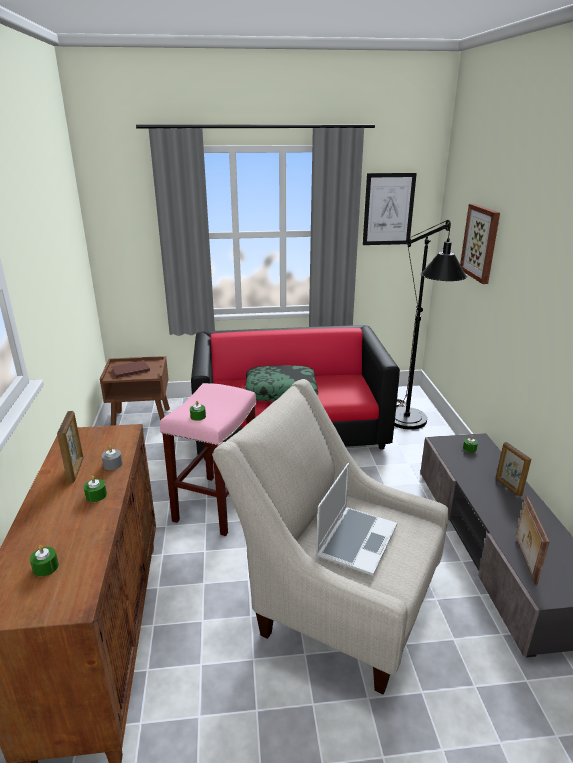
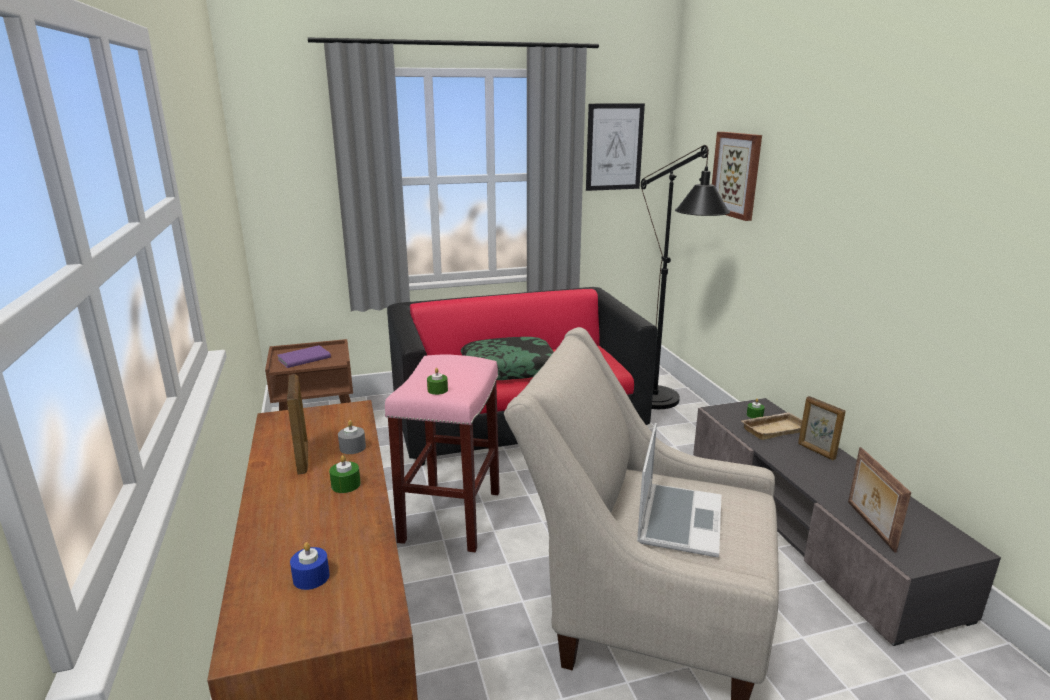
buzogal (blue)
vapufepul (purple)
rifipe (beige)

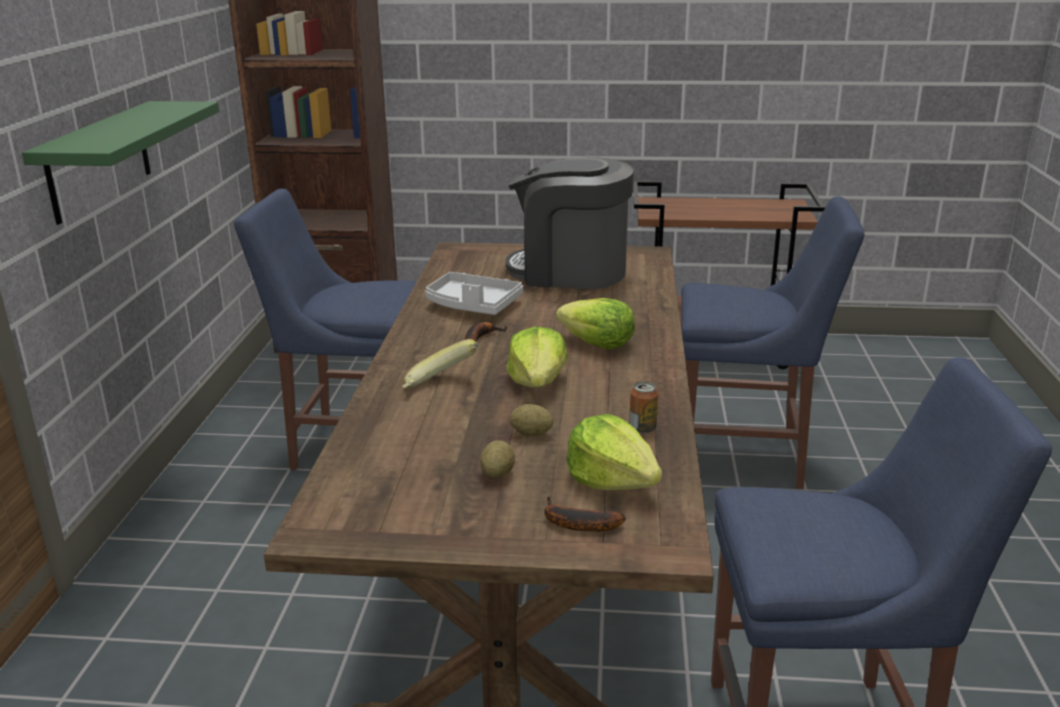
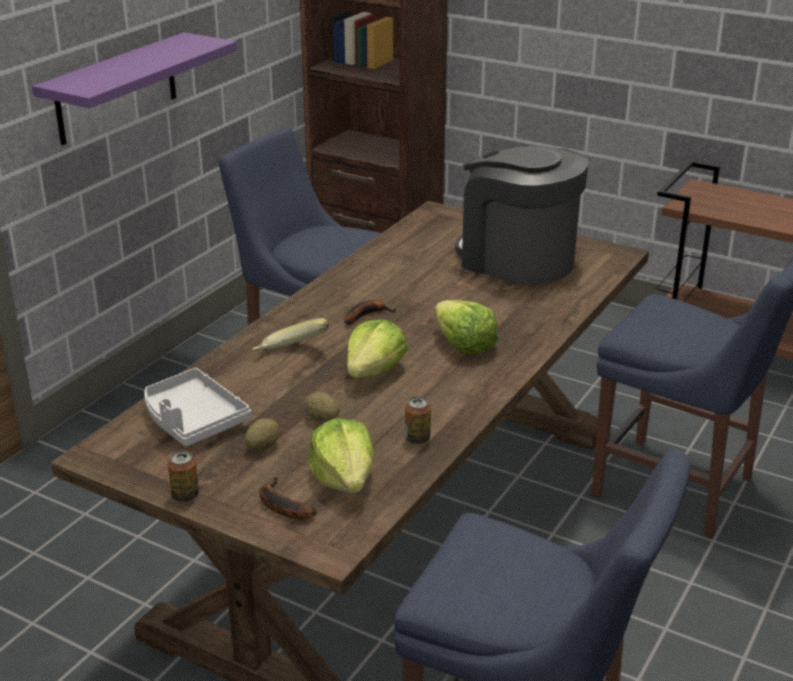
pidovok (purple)
rifipe (grey)
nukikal (no. 1 from left)

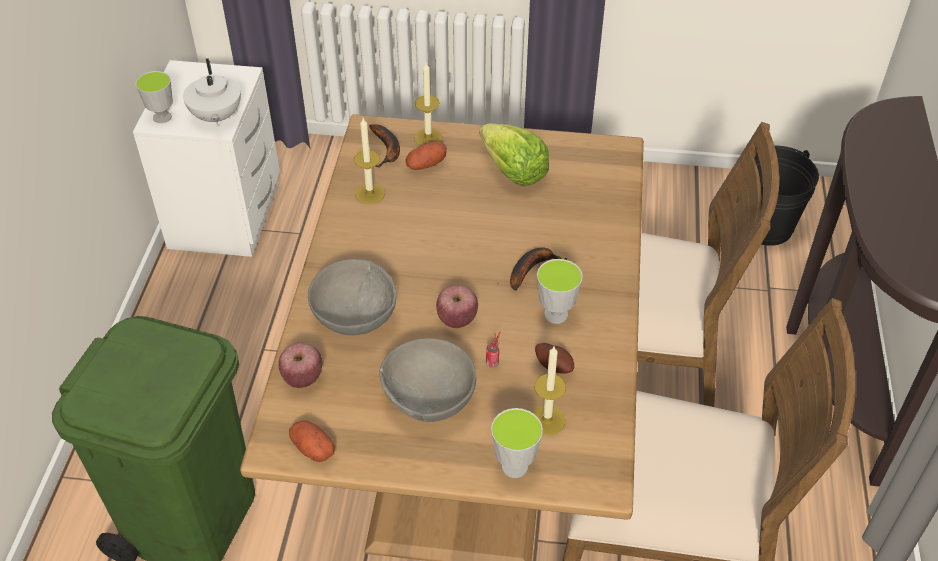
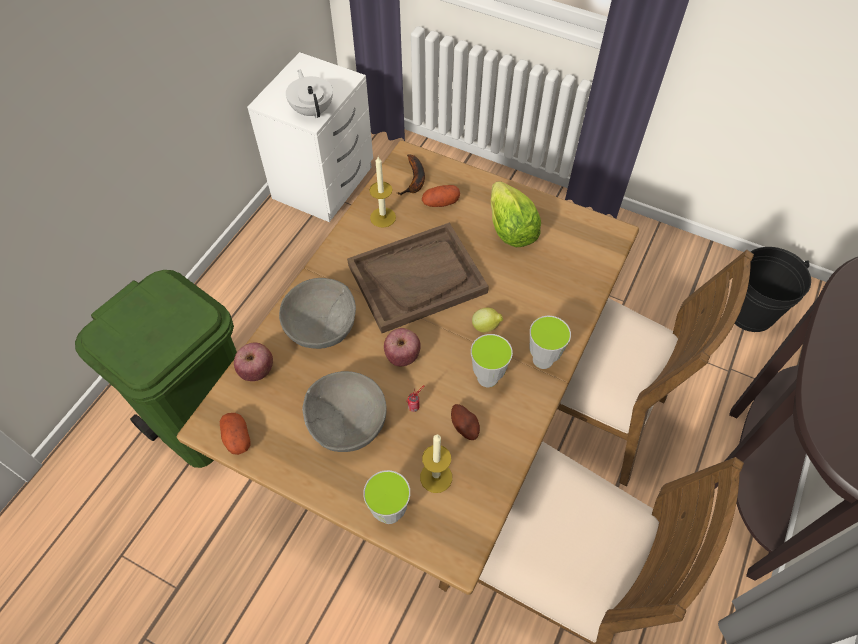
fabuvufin (no. 3 from left)
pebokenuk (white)
buzogal (no. 2 from left in the first image)
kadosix
rifipe (brown)

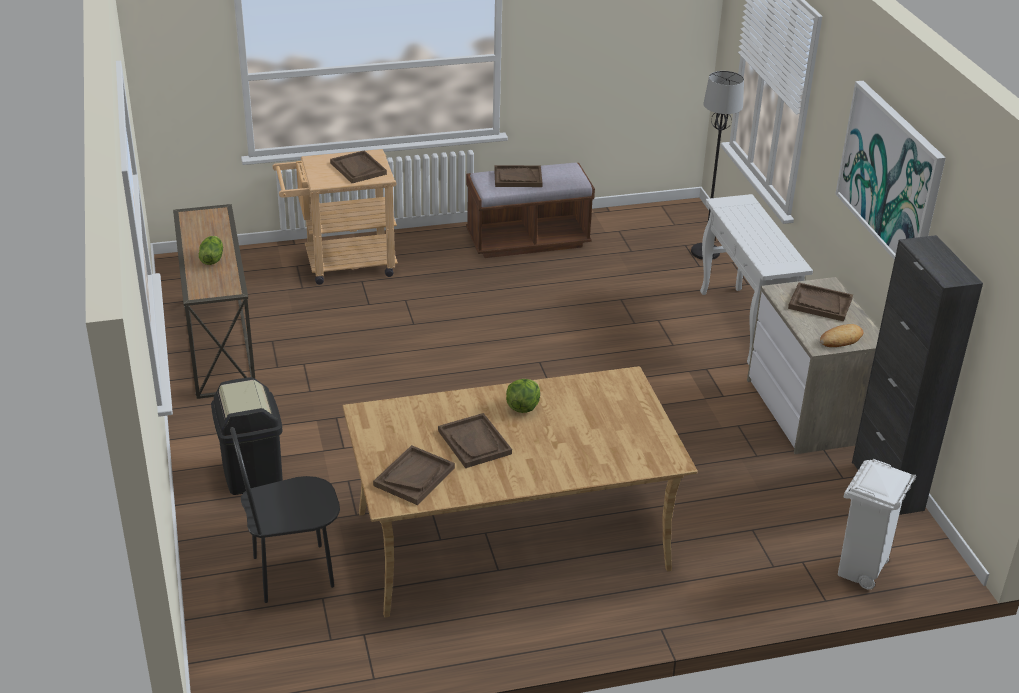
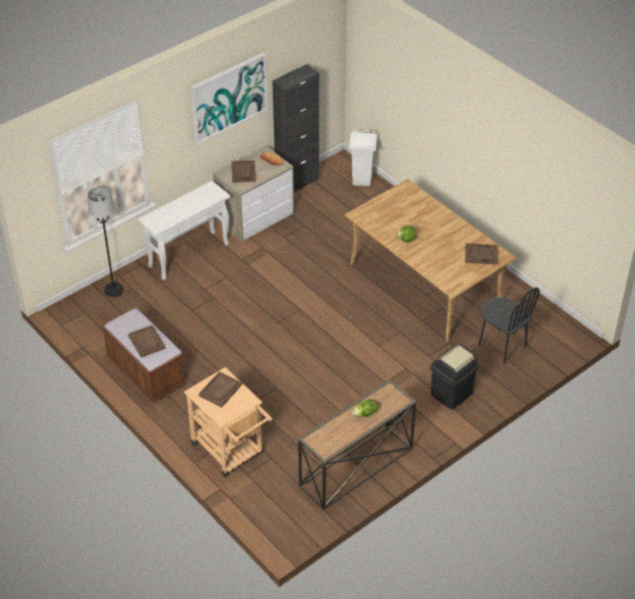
rifipe (brown) (no. 3 from left in the first image)

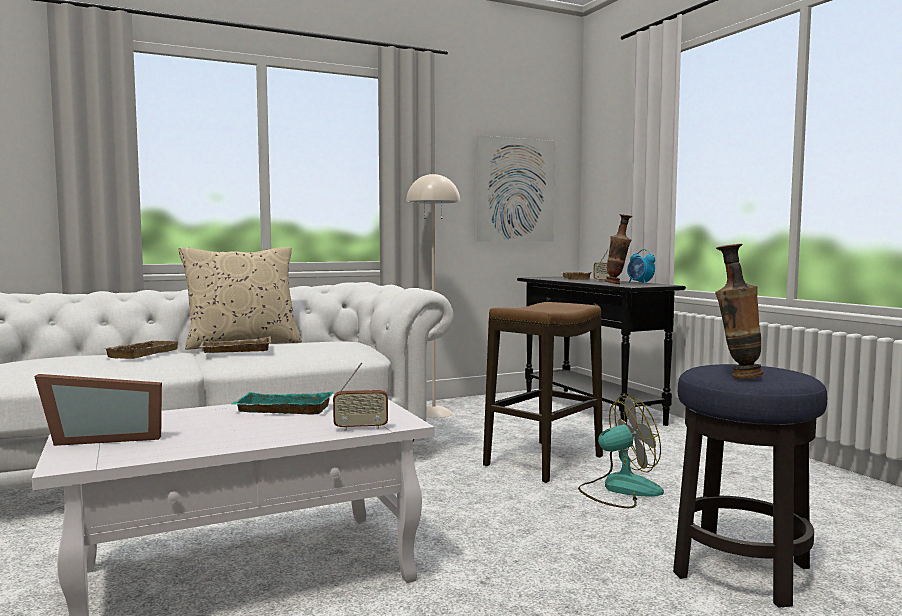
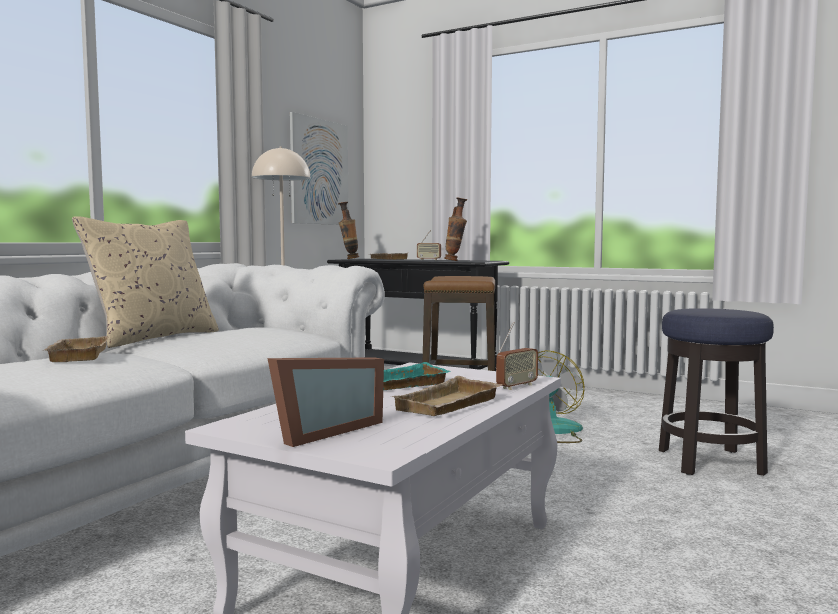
rifipe (beige) (no. 3 from left)
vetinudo
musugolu (no. 1 from left)

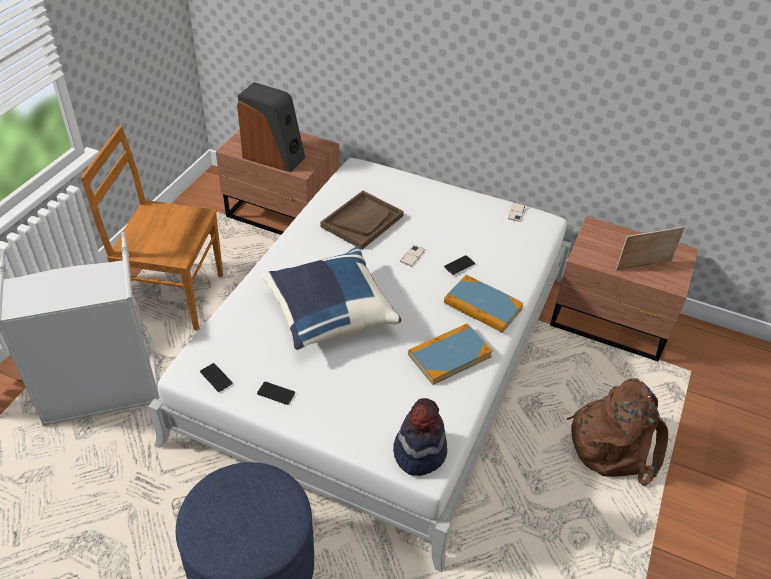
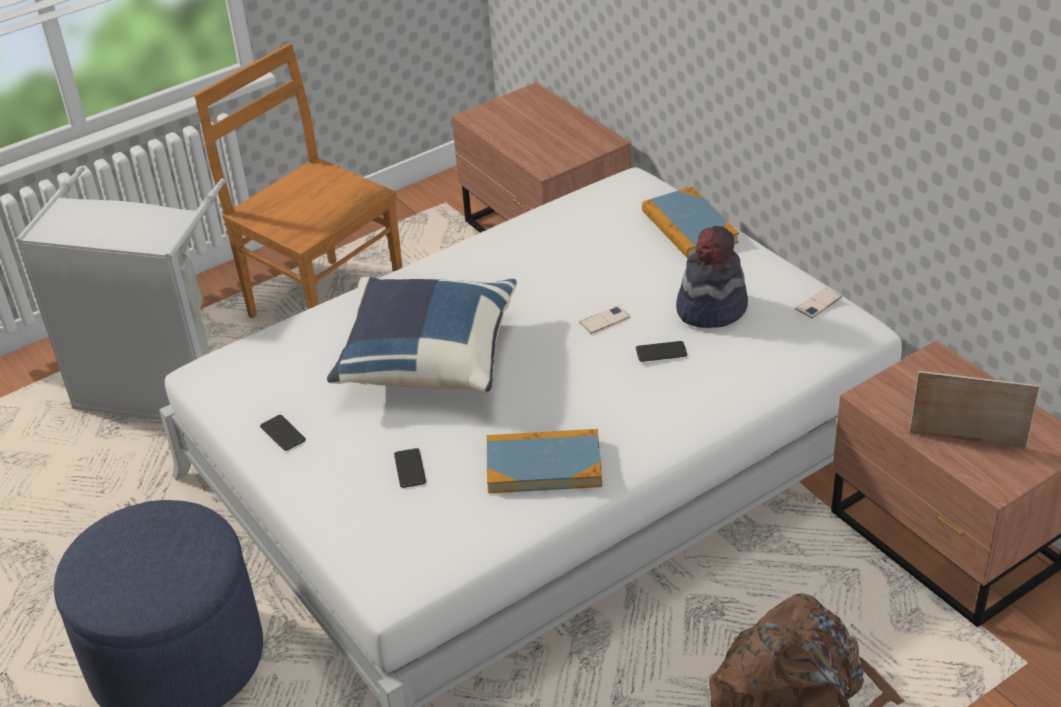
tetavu (no. 2 from left)
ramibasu
rifipe (brown)
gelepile
vapufepul (no. 2 from left)

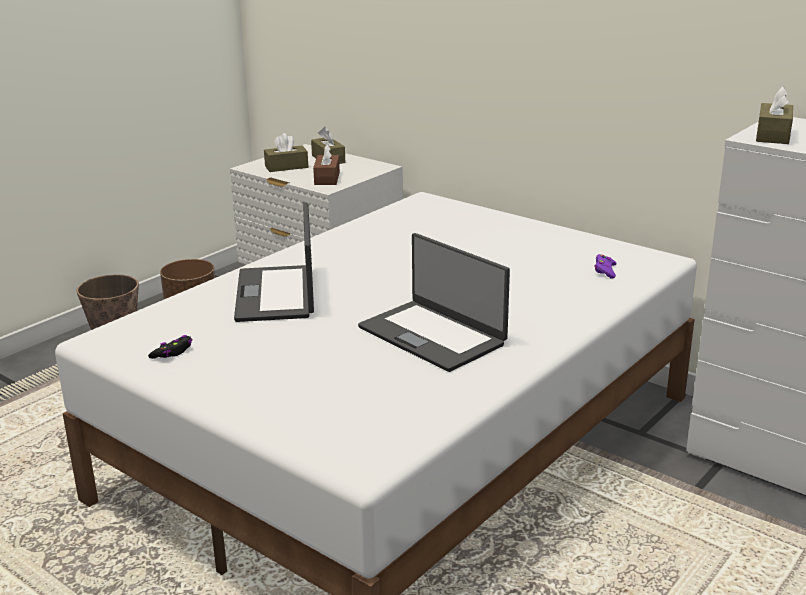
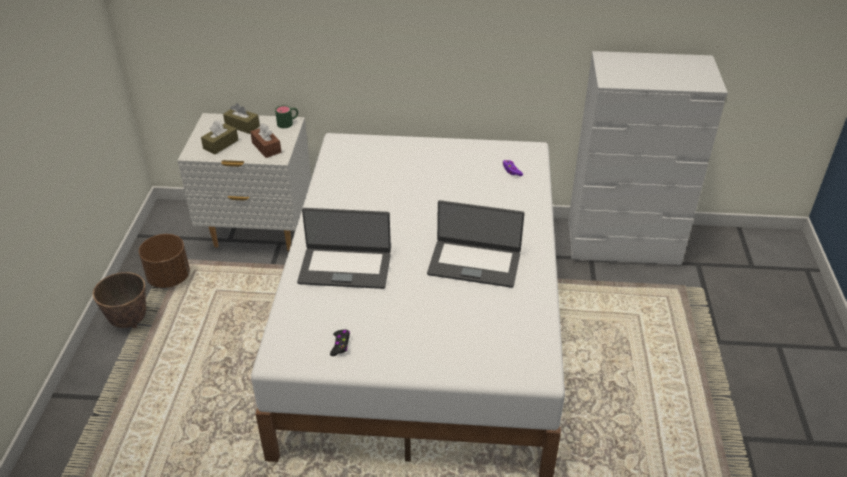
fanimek (no. 1 from left)
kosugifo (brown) (no. 4 from left in the first image)
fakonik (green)

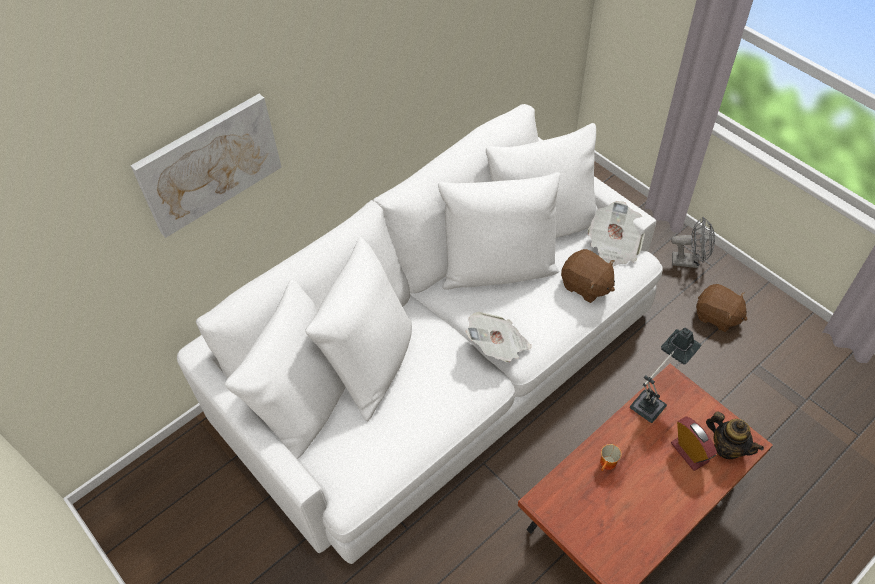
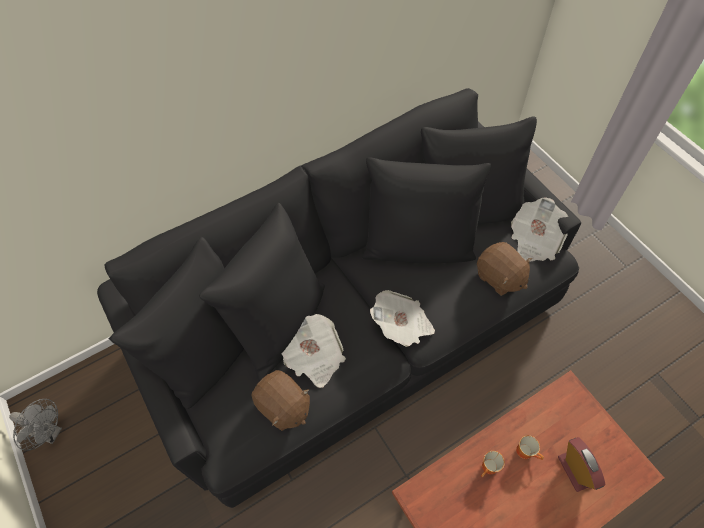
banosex
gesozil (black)
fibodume
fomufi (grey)
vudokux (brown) (no. 1 from left)
pebokenuk
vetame (no. 1 from left)
fakonik (no. 2 from left)

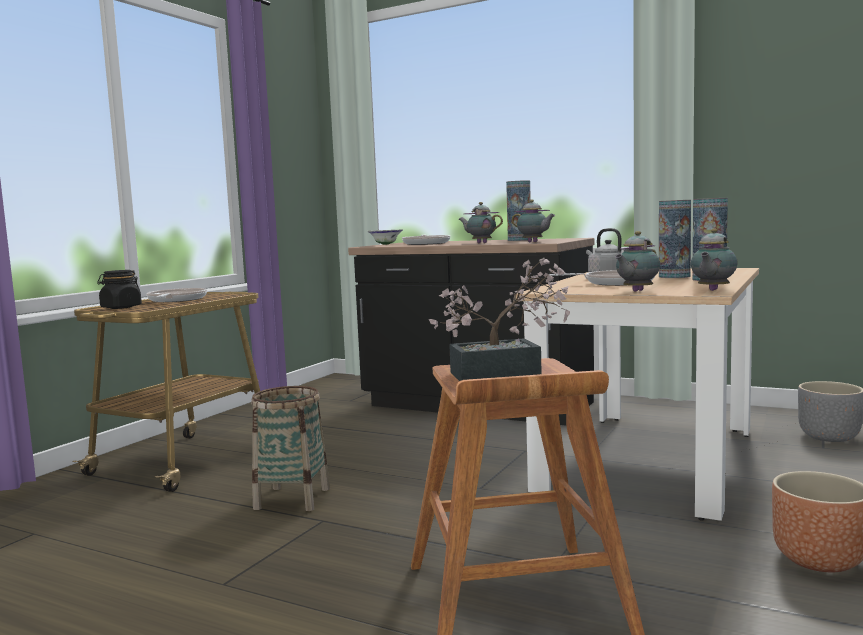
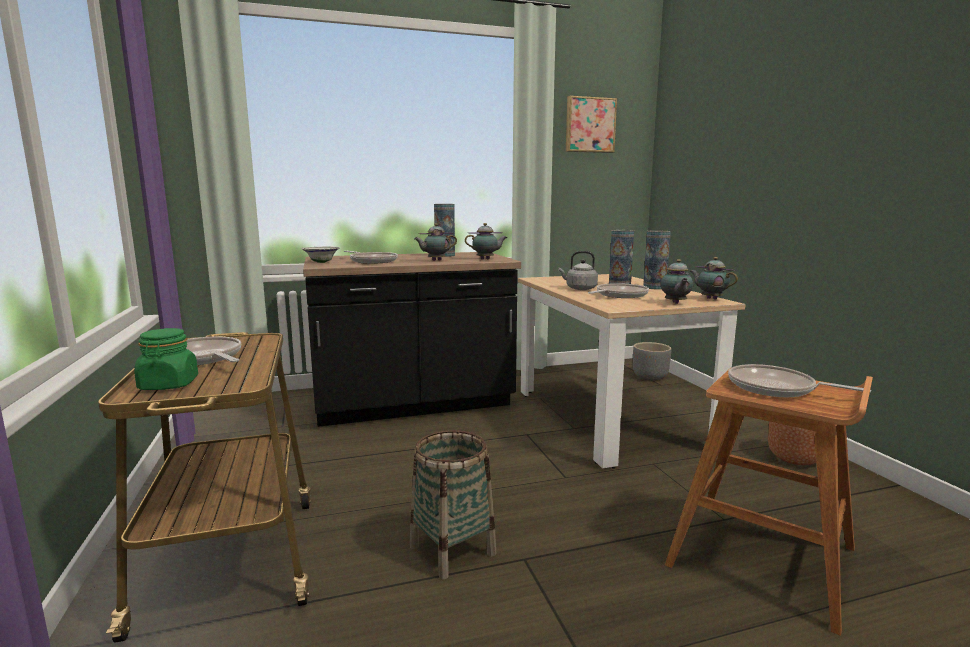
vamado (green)
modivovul (no. 4 from left)
pebokenuk (no. 4 from left)
banosex

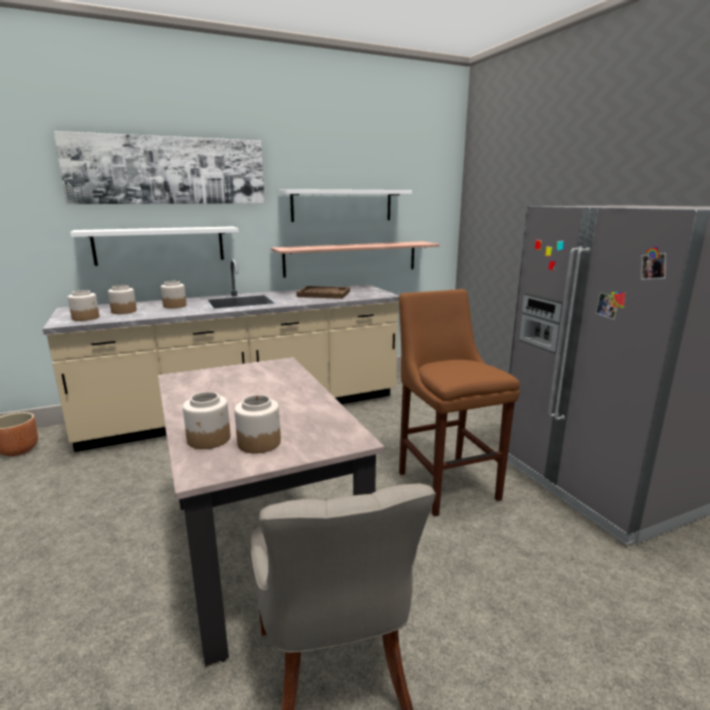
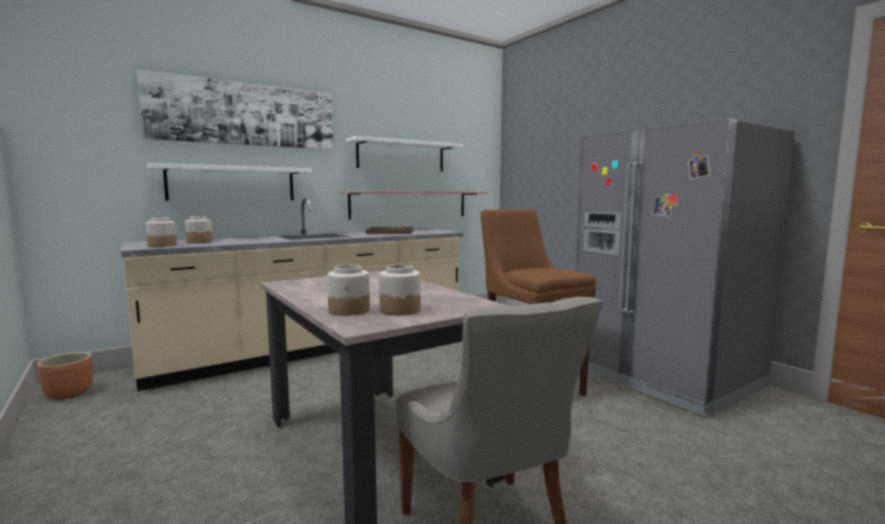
vamado (no. 3 from left in the first image)

